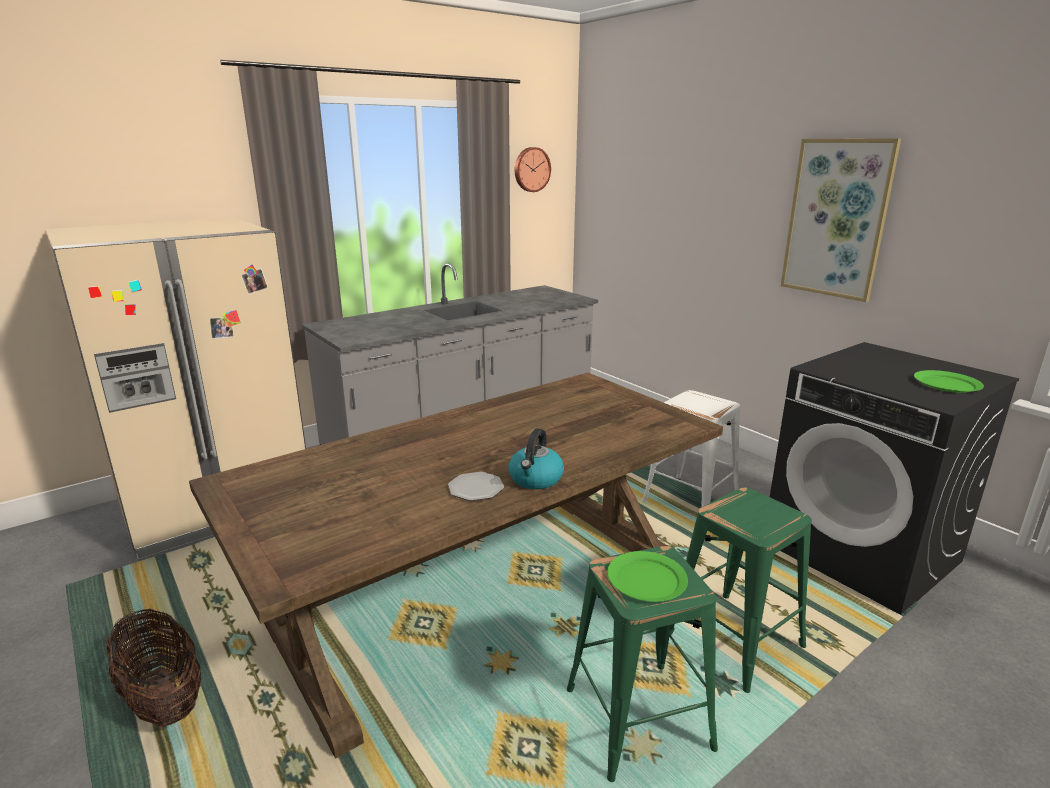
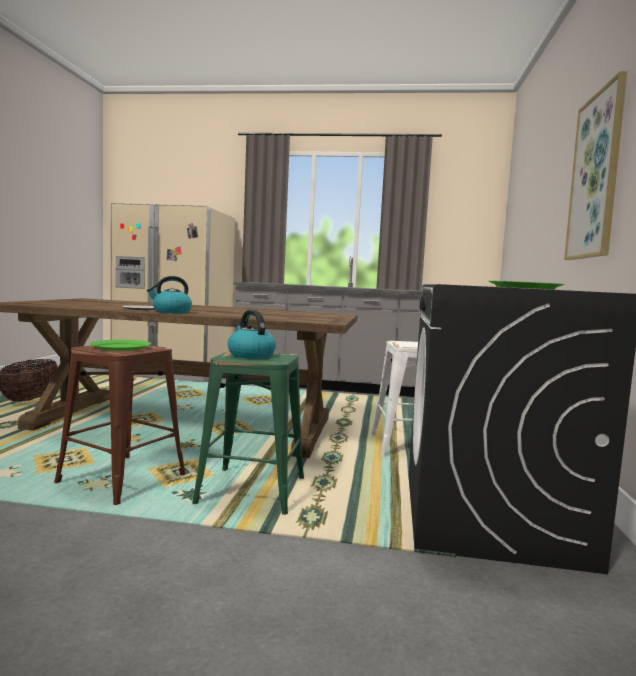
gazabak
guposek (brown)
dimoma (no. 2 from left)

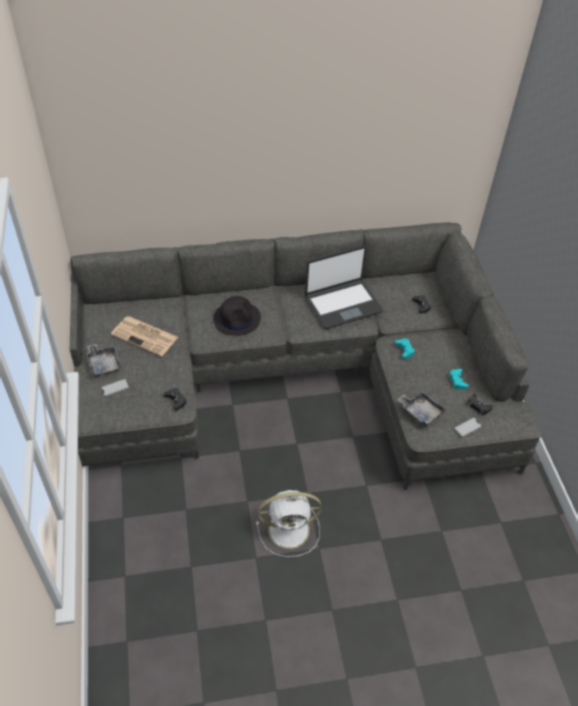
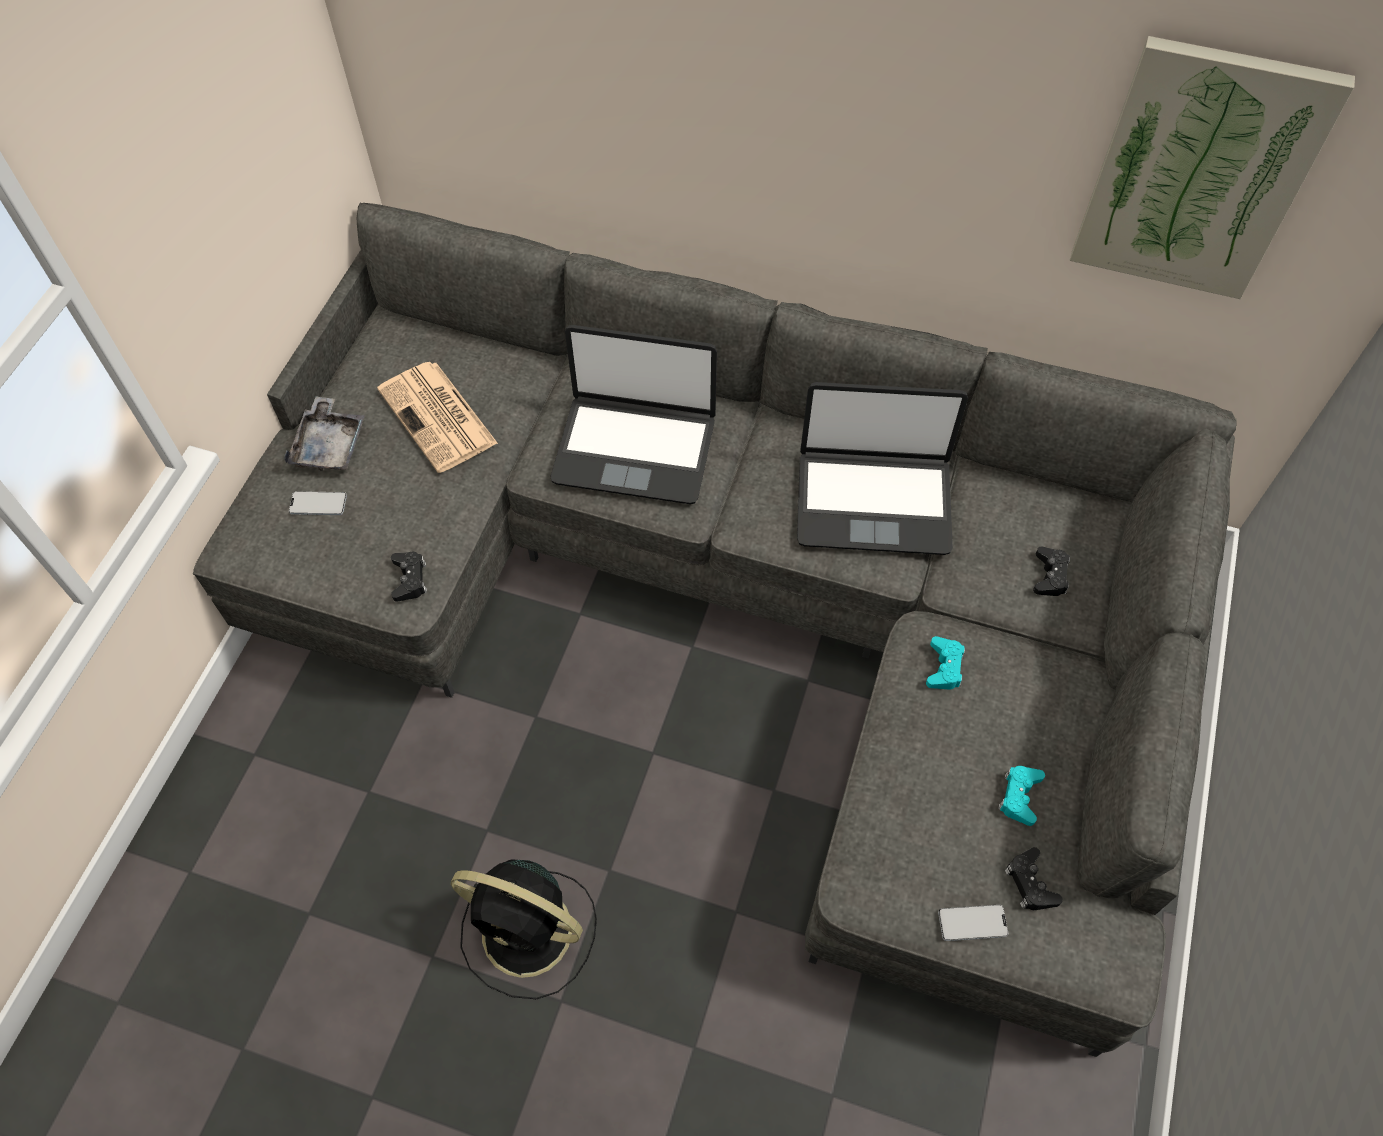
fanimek (no. 1 from left)
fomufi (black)
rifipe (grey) (no. 2 from left in the first image)
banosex

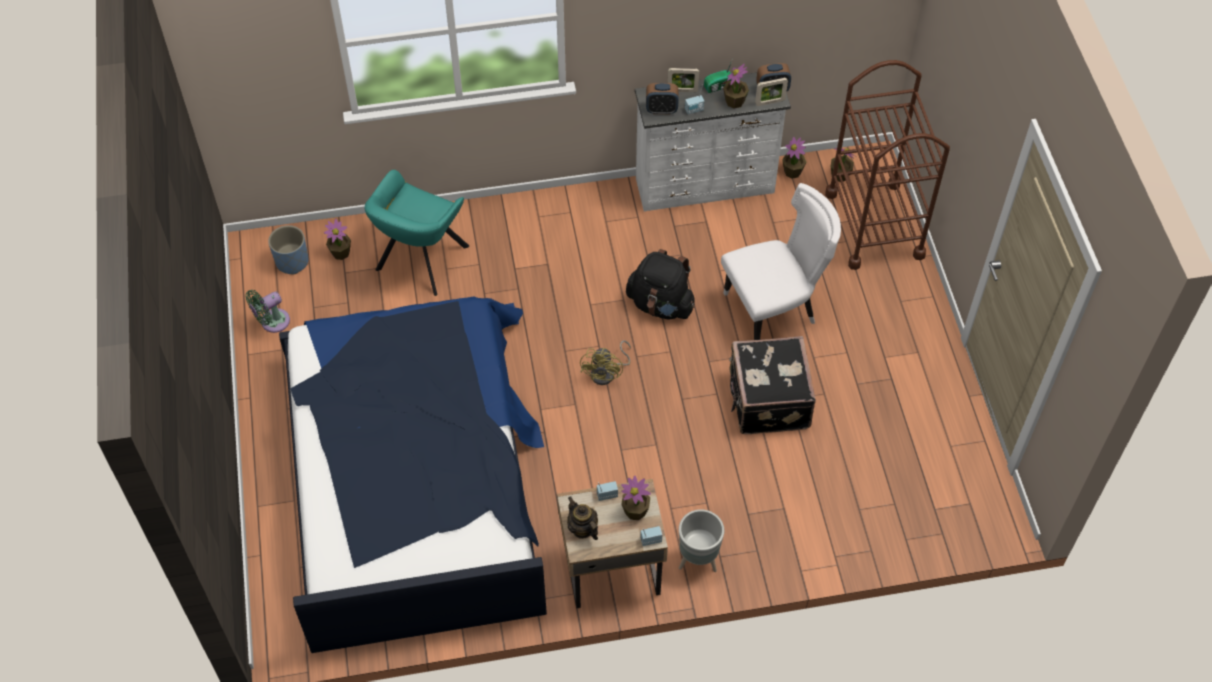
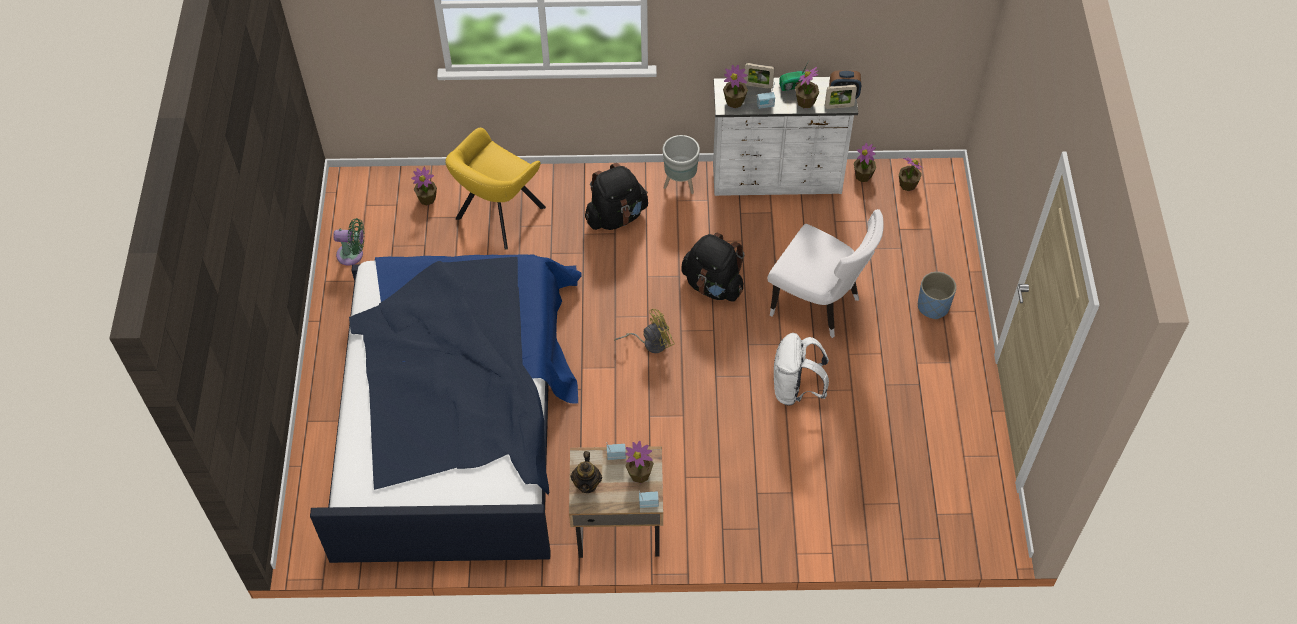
fomufi (green)
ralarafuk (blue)
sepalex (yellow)
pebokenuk
fomufi (yellow)
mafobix (no. 3 from left)
ralarafuk (grey)
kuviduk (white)
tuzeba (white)
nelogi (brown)
tuzeba (black) (no. 1 from left)

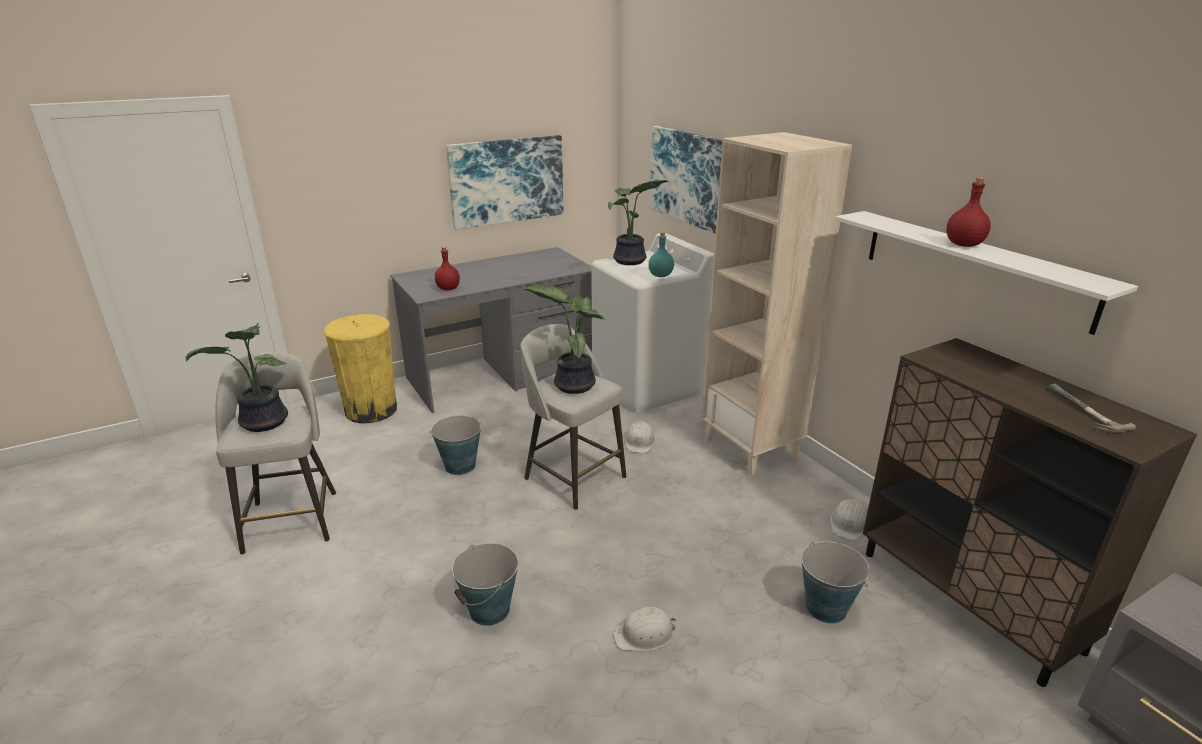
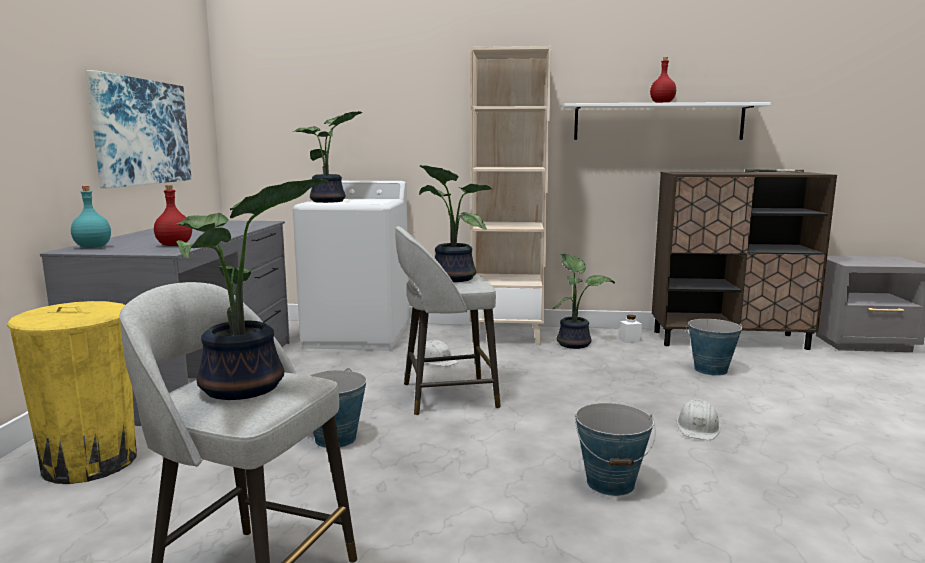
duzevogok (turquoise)
banosex (no. 2 from left in the first image)
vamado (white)
mafobix (no. 4 from left)

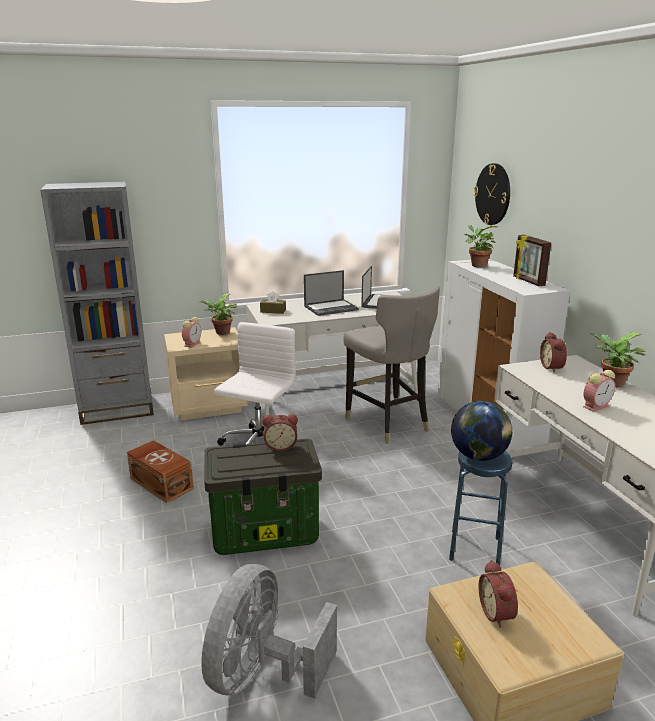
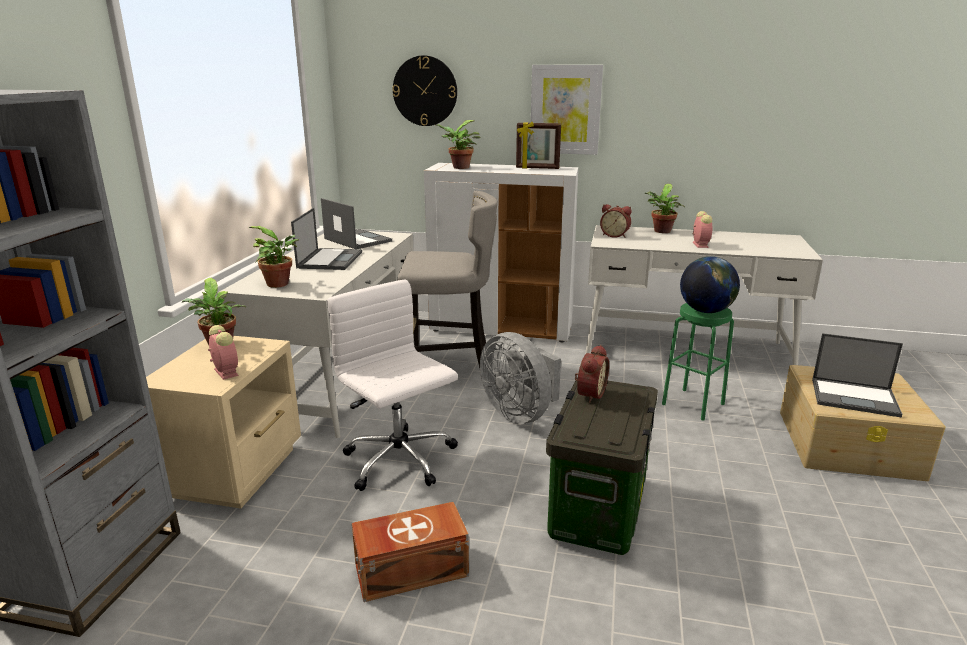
fomufi (grey)
mafobix (no. 2 from left)
guposek (green)
fanimek (no. 3 from left)
banosex

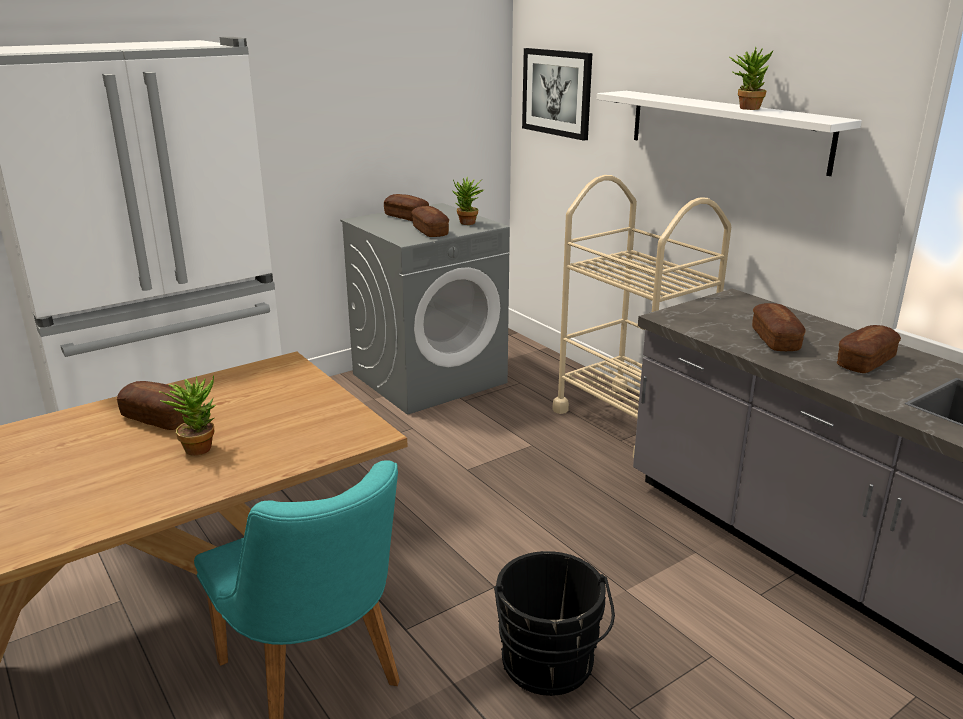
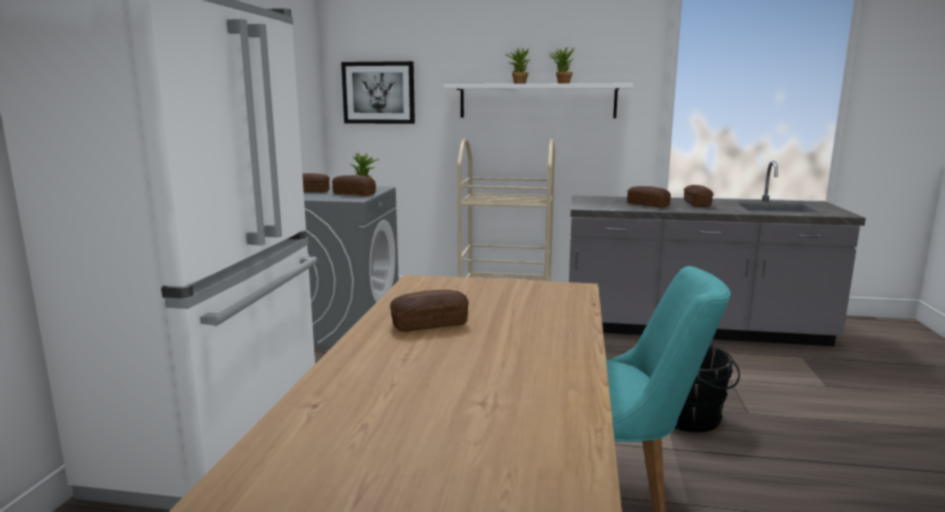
mafobix (no. 2 from left)

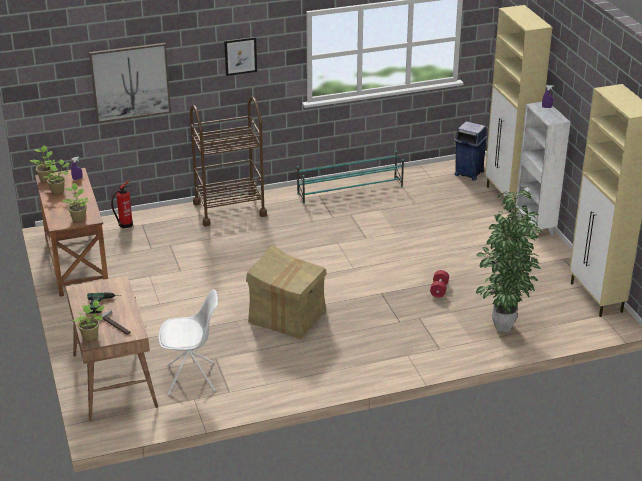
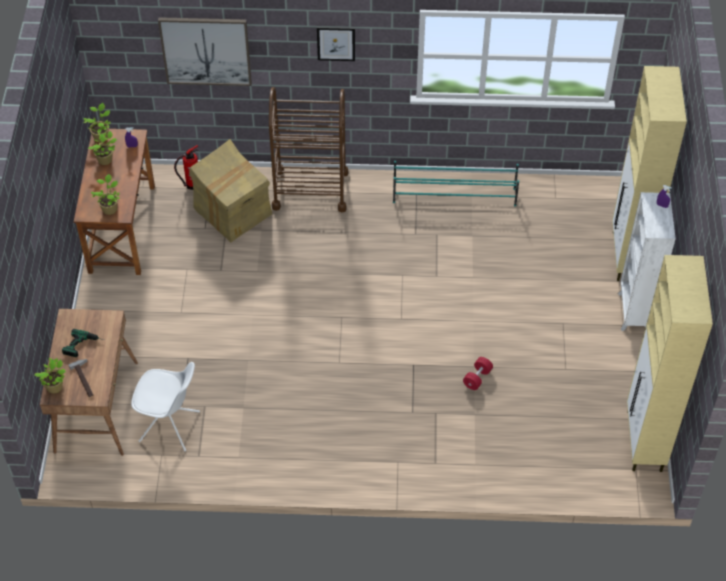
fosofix
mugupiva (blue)
mafobix (no. 5 from left in the first image)

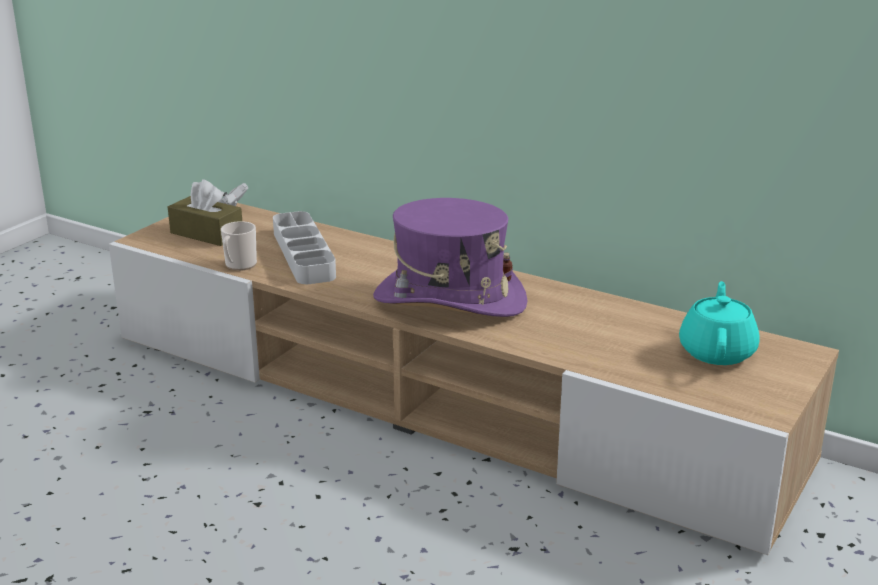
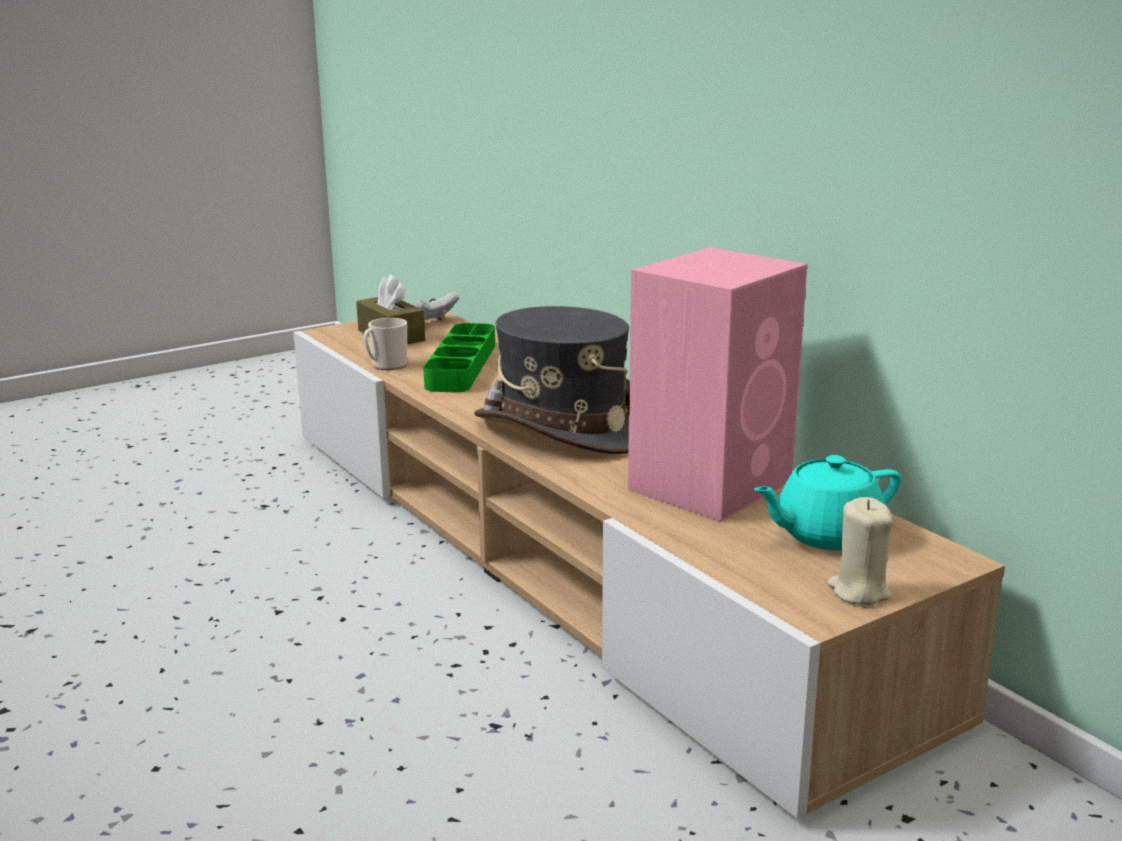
rifipe (green)
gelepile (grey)
pebokenuk (turquoise)
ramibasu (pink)
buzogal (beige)

